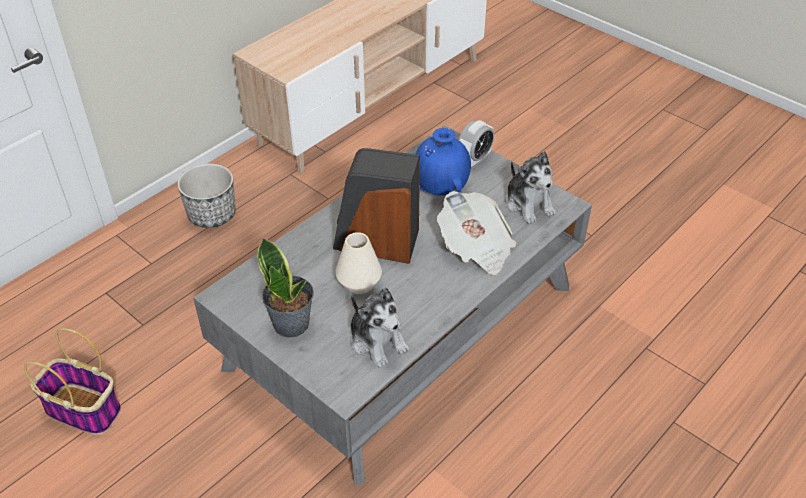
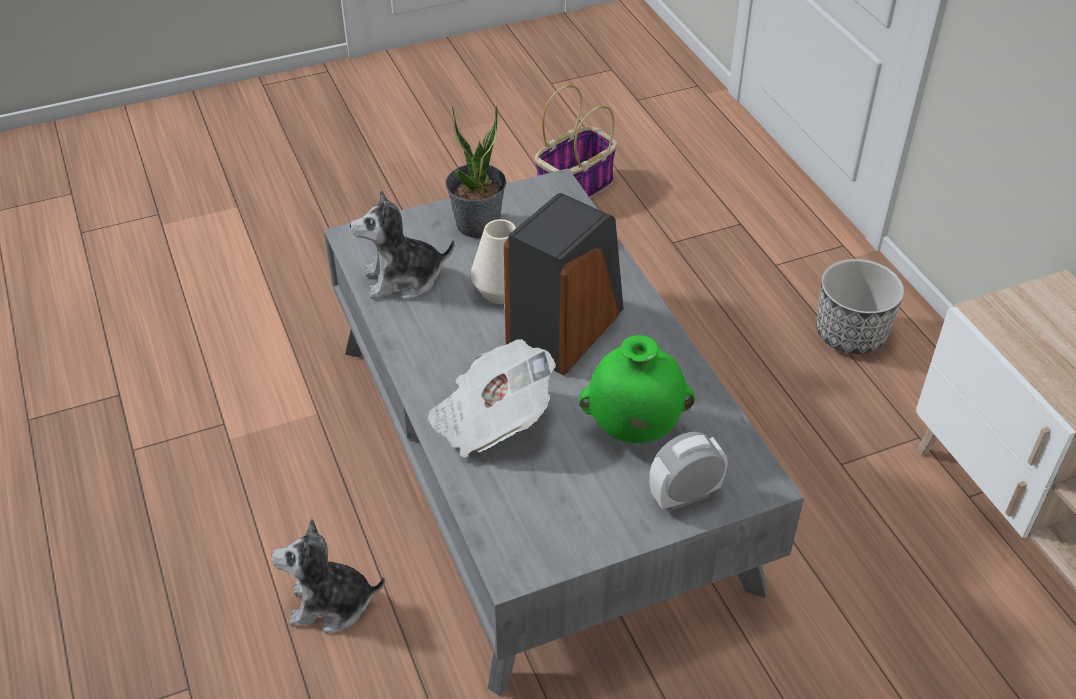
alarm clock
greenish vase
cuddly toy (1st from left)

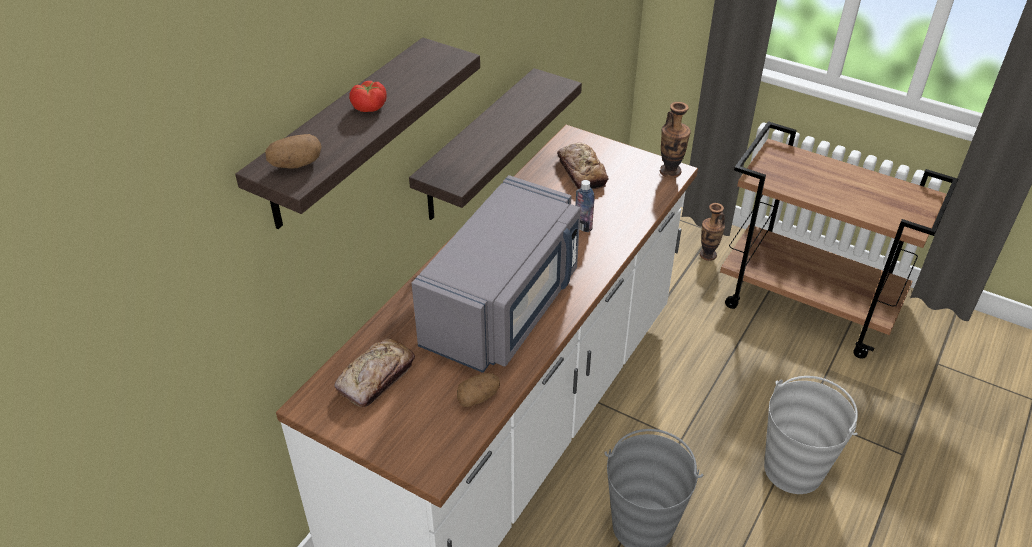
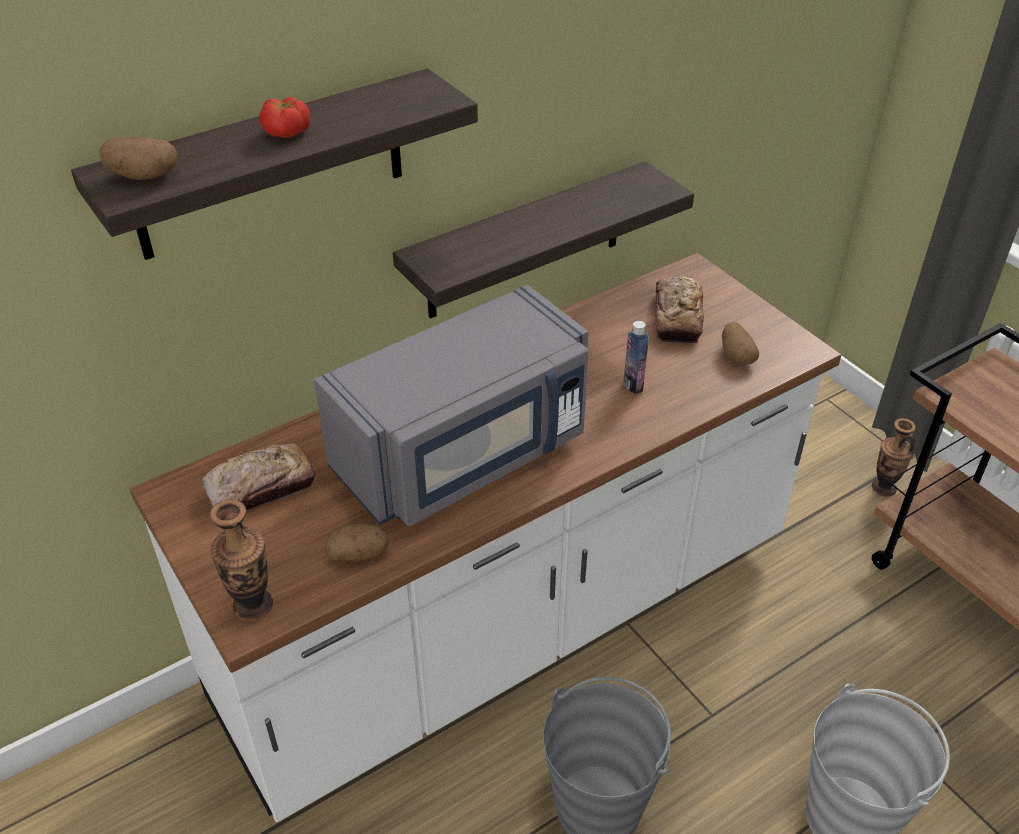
vase (1st from left)
spud (3rd from left)

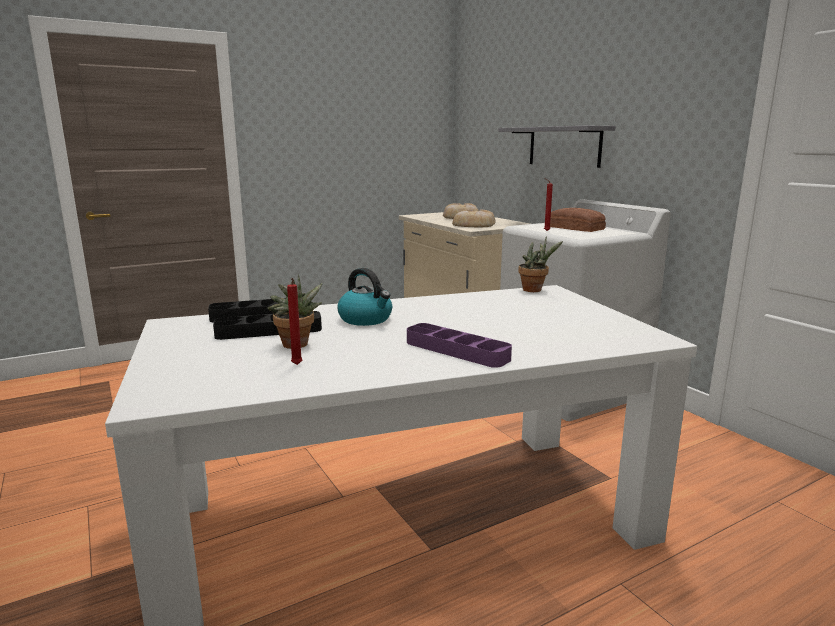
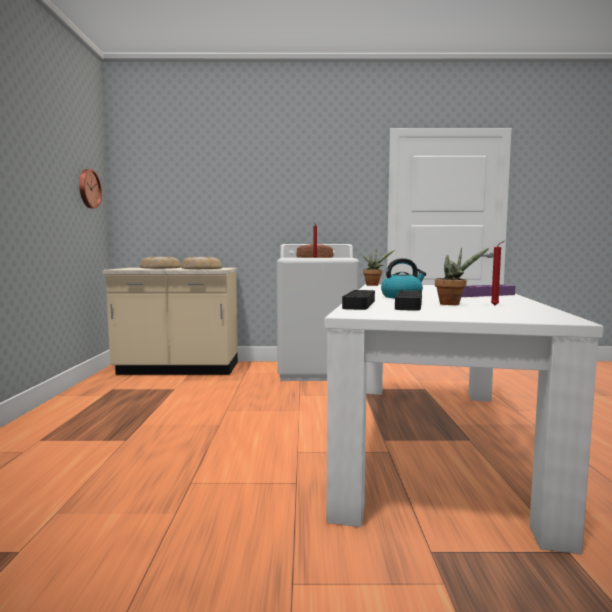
grey bracket shelf
wall clock

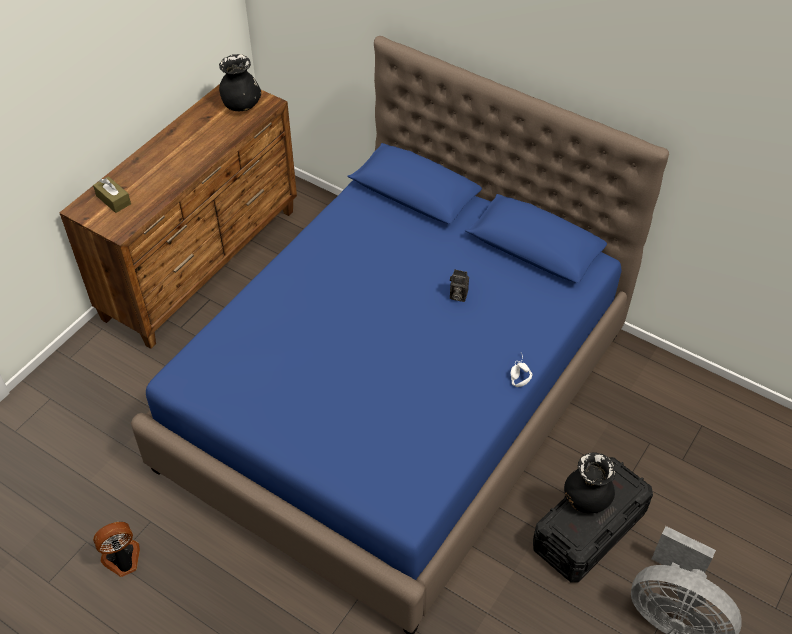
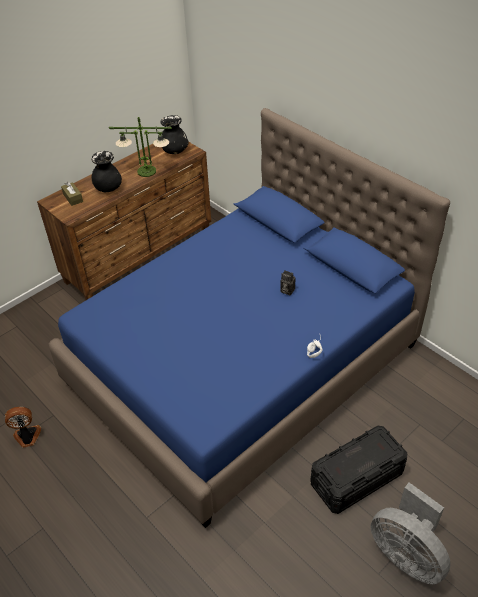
black vase (1st from left)
lamp for a table

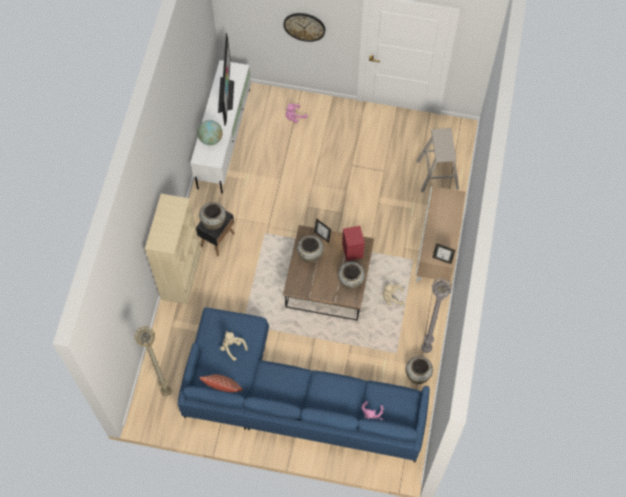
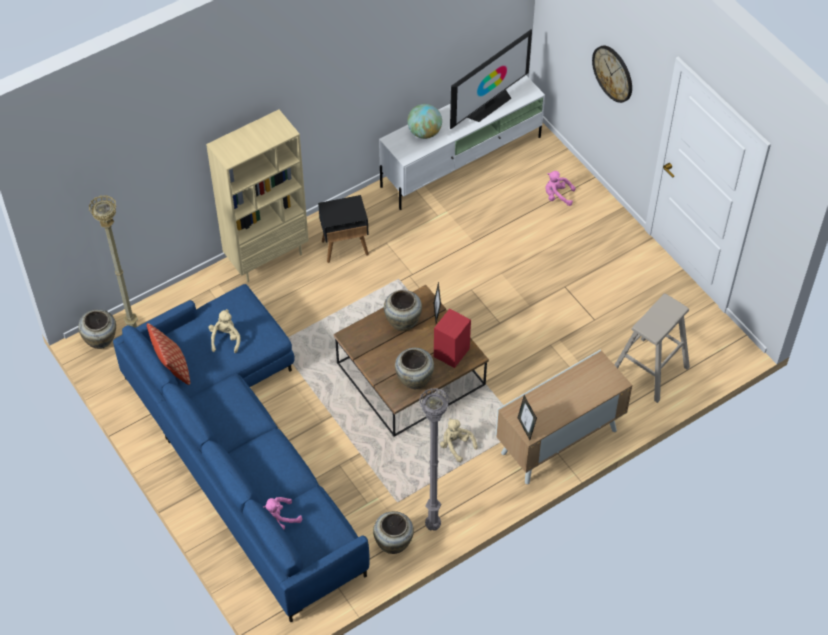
beige-coloured vase (1st from left)

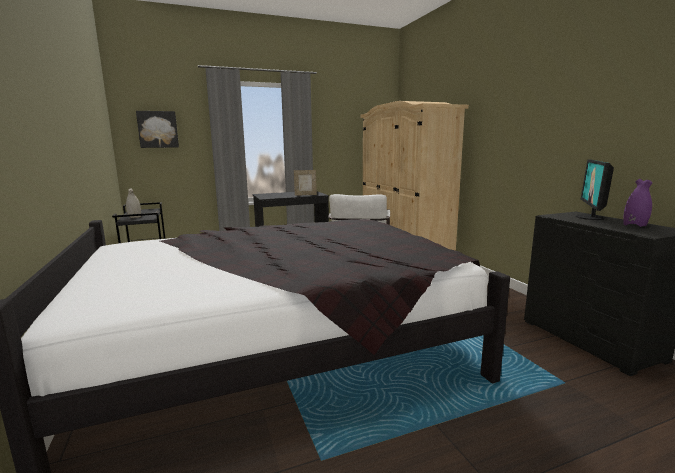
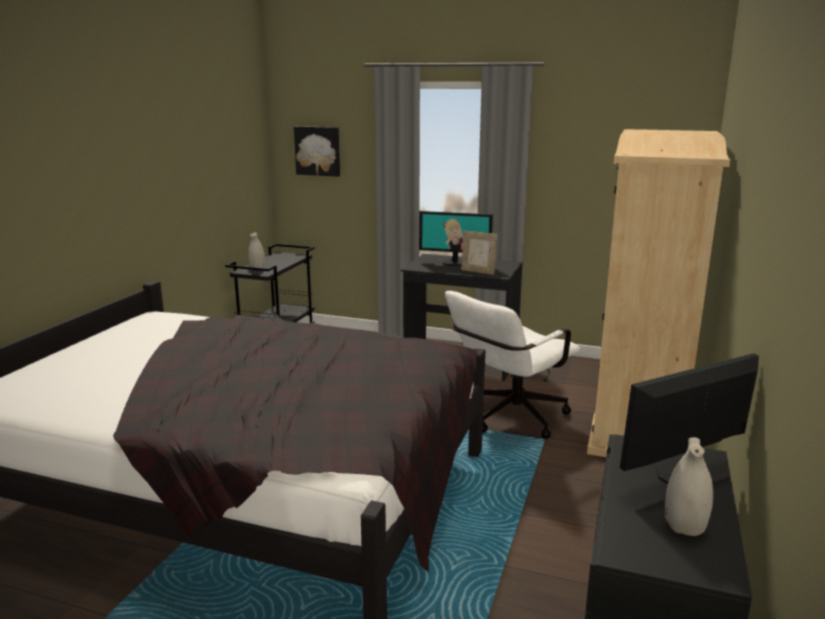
white vase (2nd from left)
computer screen (1st from left)

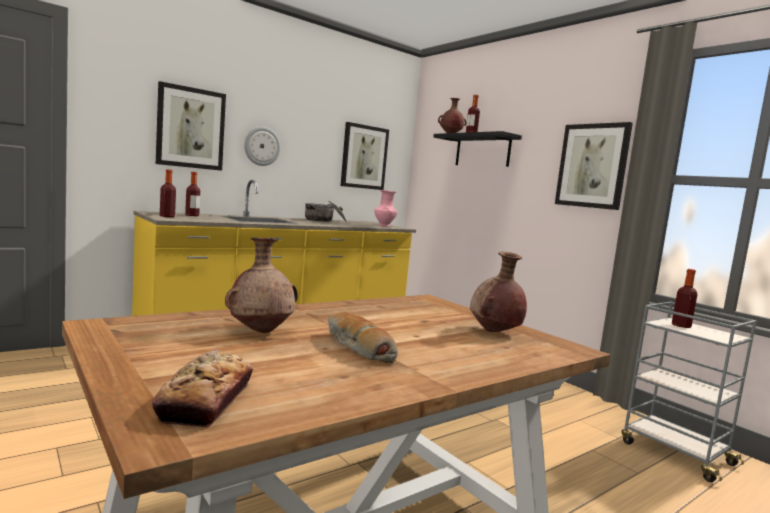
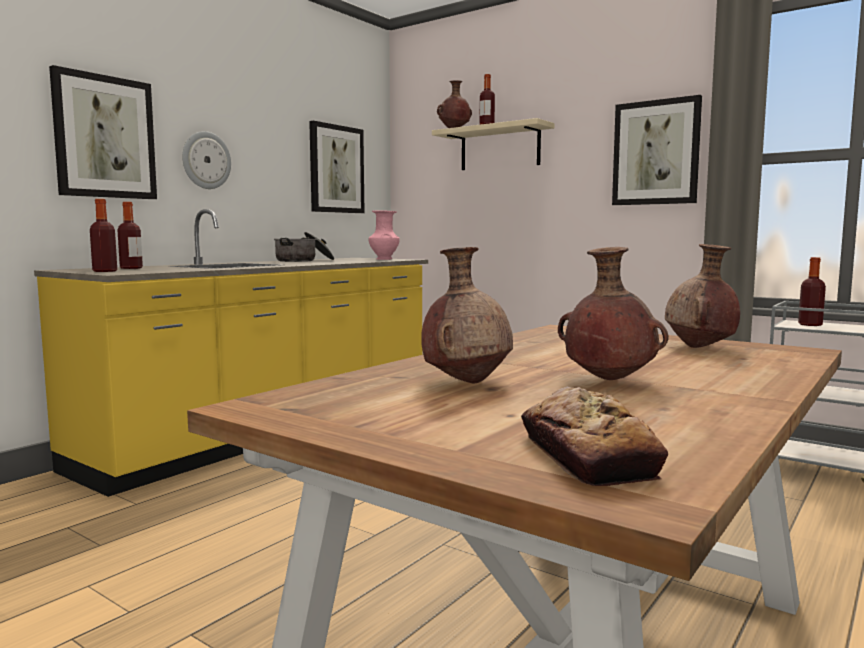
beige-coloured bracket shelf
brownish vase (3rd from left)

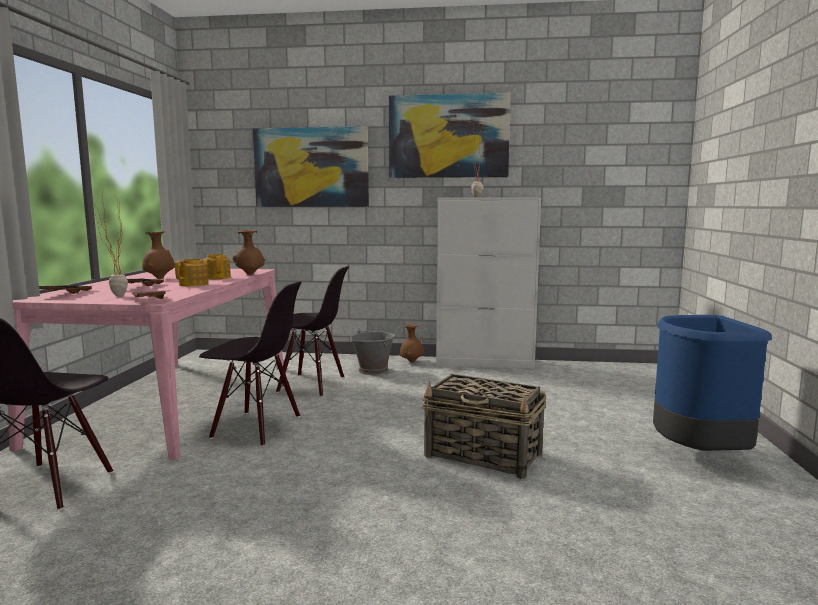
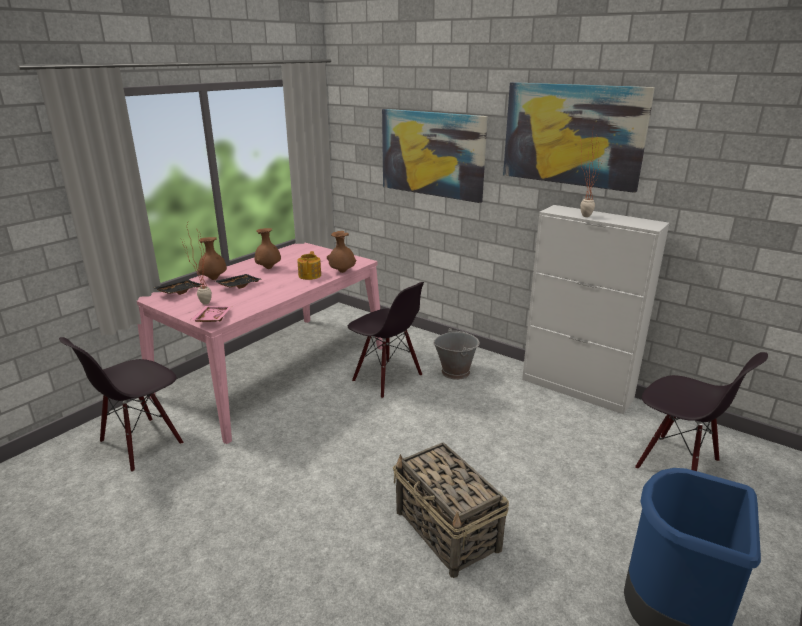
teapot (1st from left in the first image)
black plain chair (3rd from left)
brownish vase (1st from left)

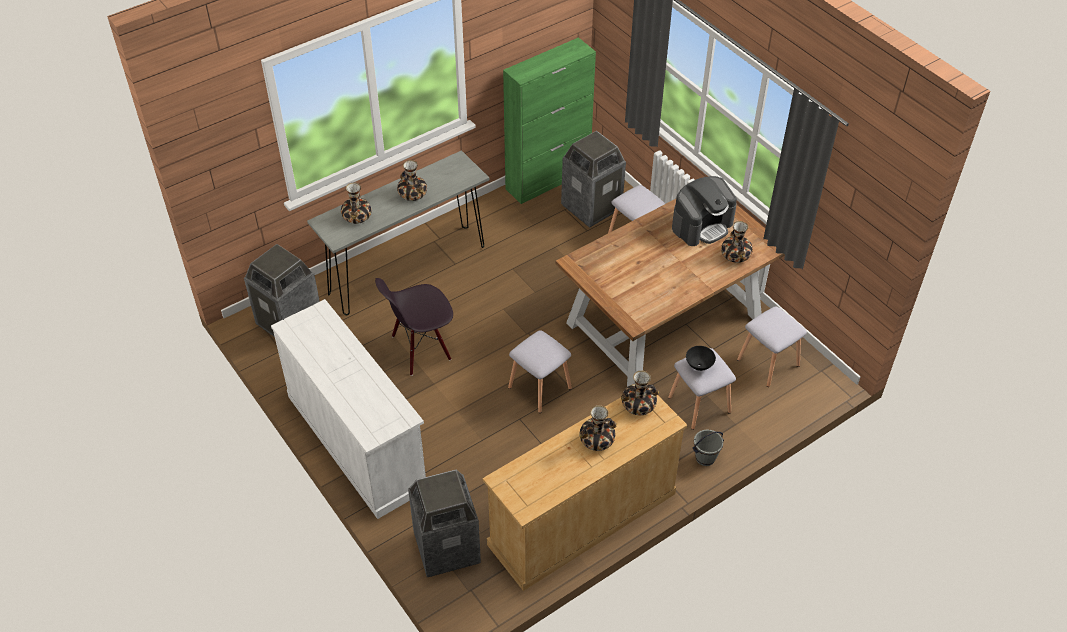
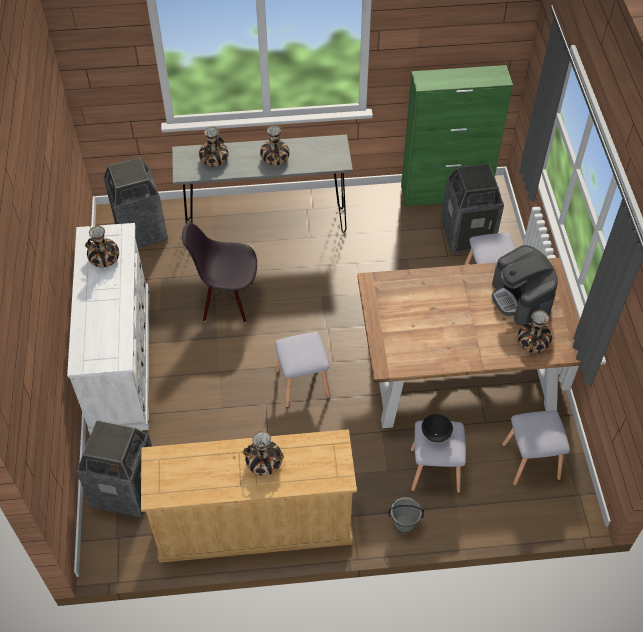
coffee maker
vase (1st from left)

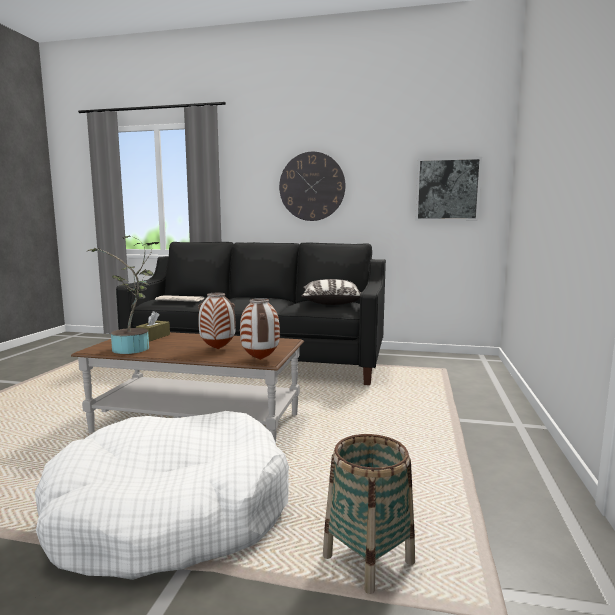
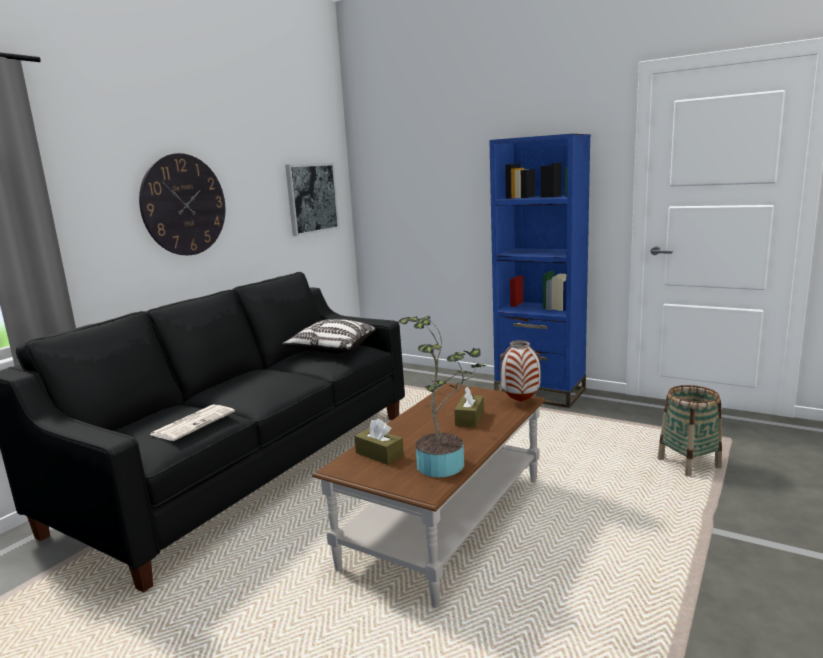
brownish tissue box (2nd from left)
white dog cushion
blue bookcase

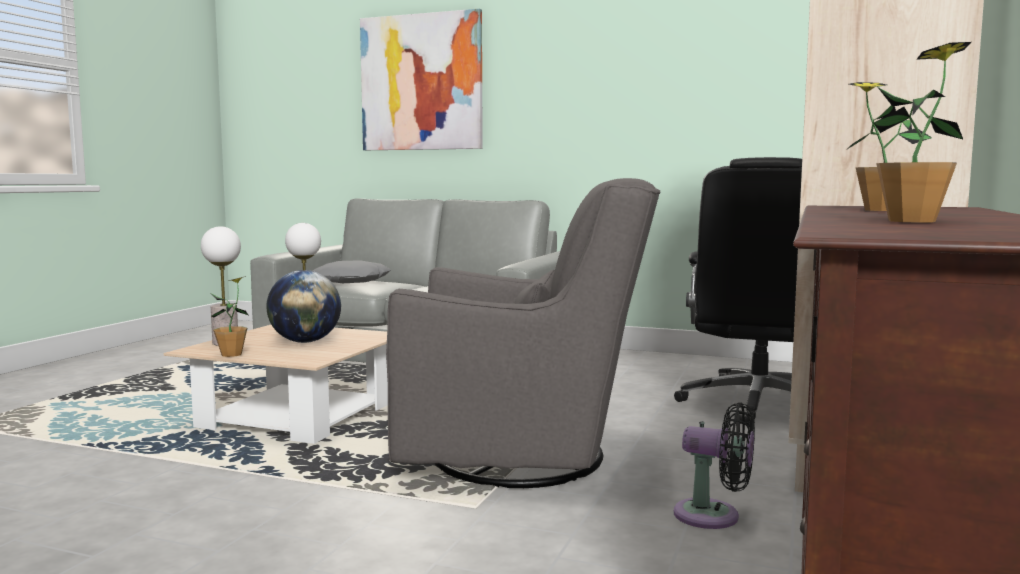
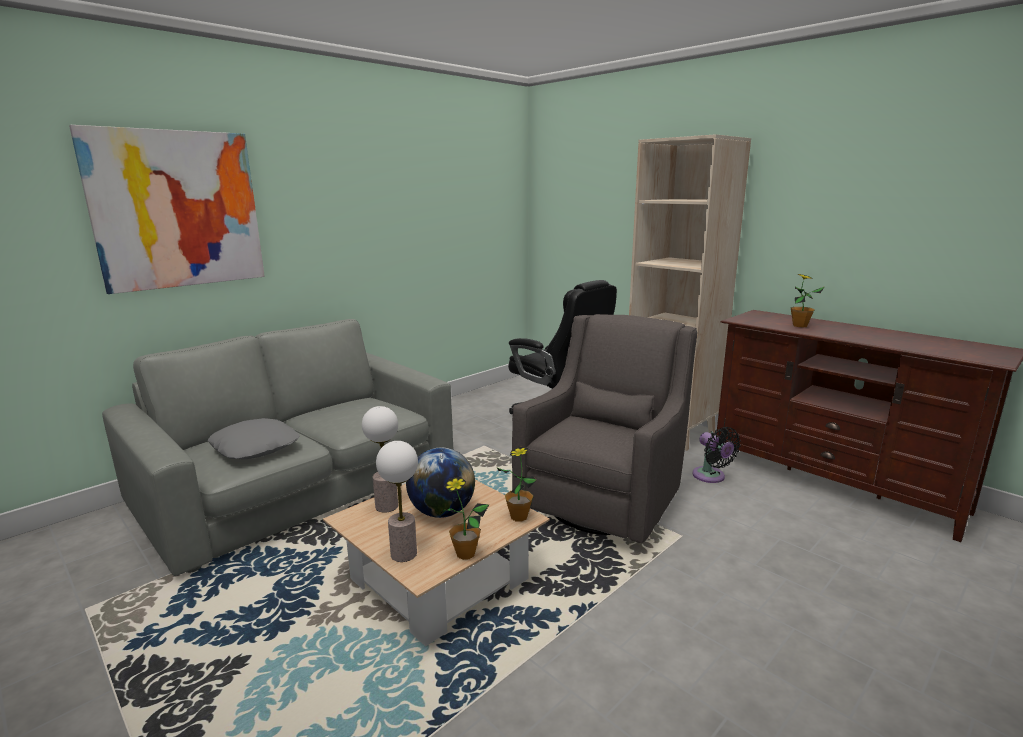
houseplant (2nd from left)
black fan

